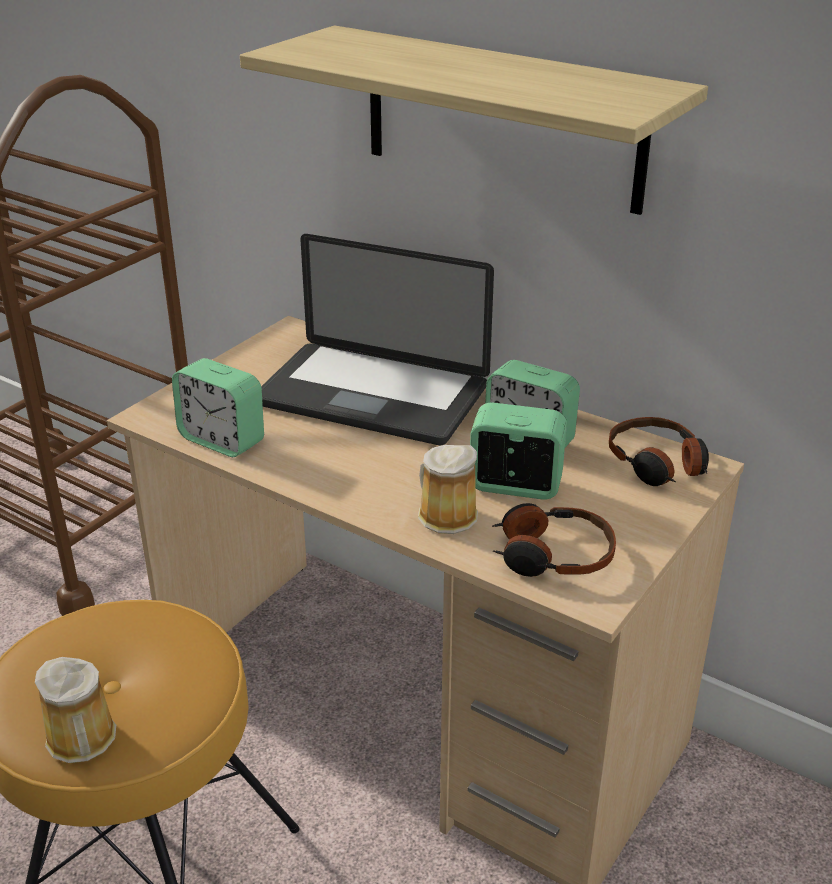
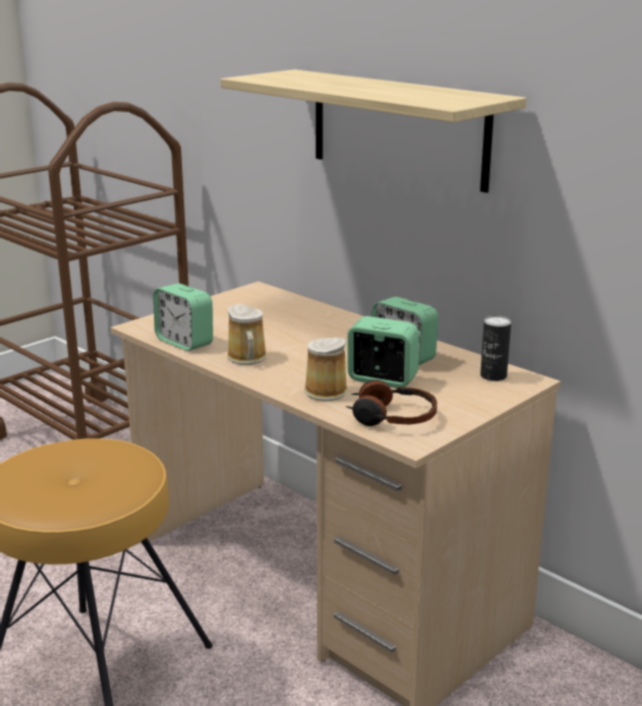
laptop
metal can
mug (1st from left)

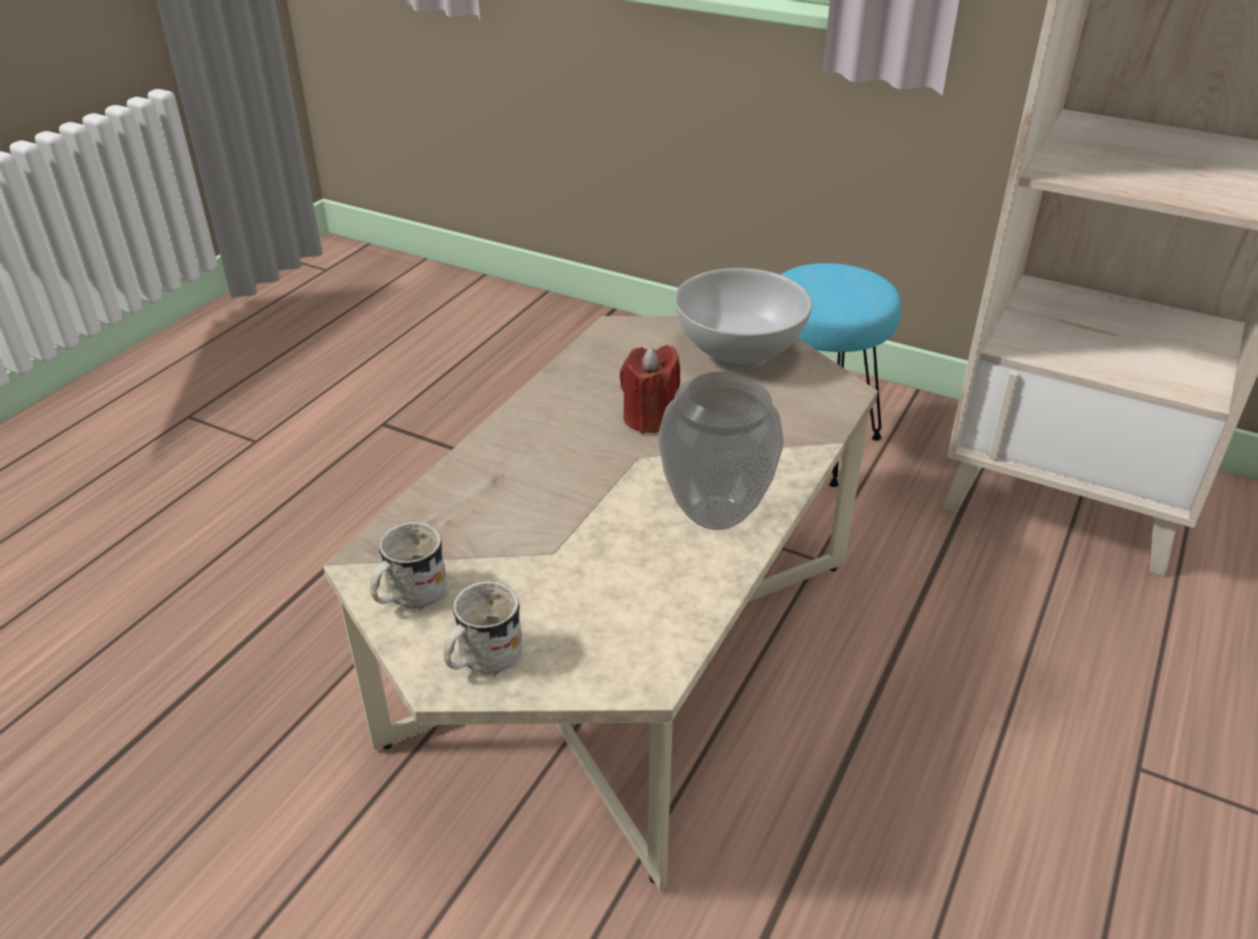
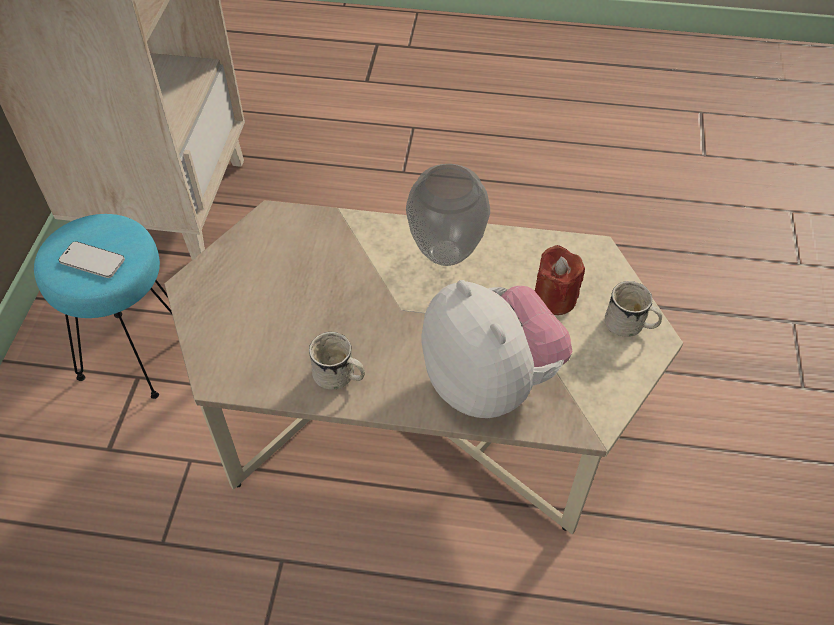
white serving bowl
reddish wax light
white mug (1st from left)
handset
cuddly toy

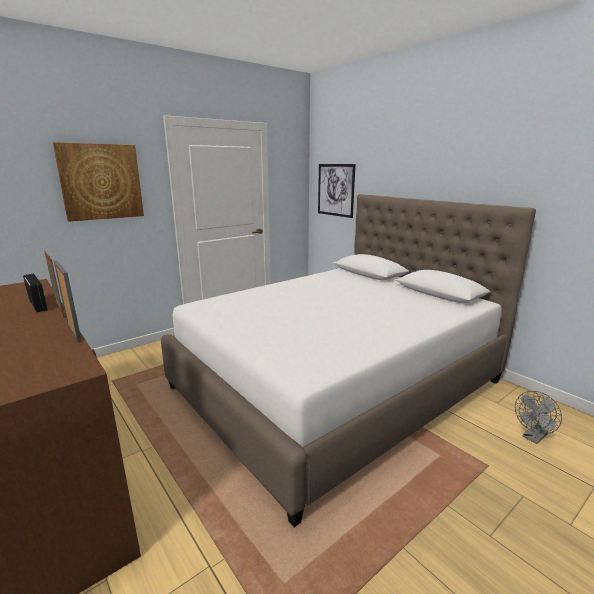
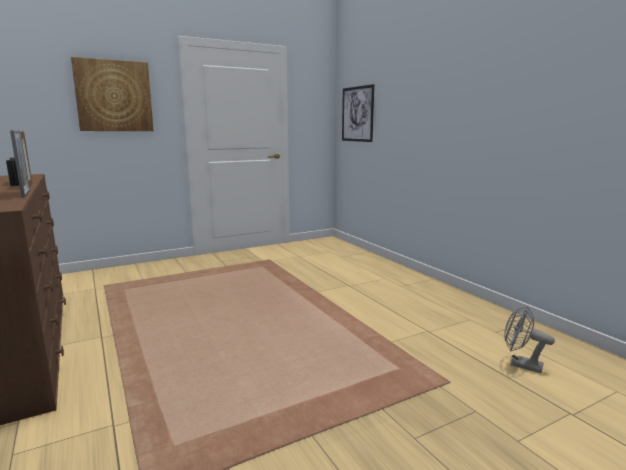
white bedroom bed
grey fan

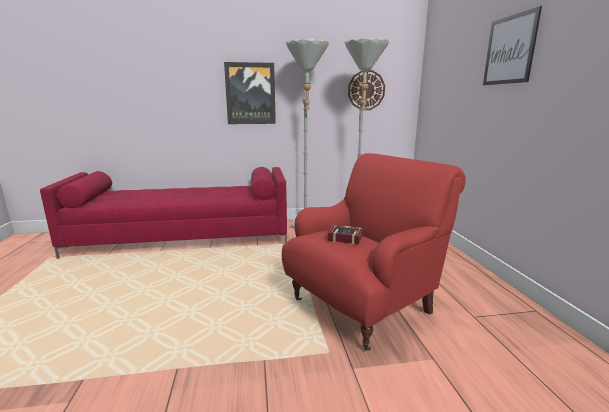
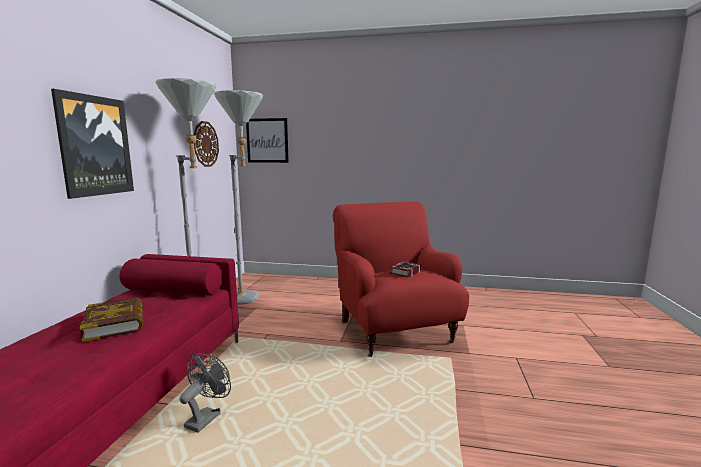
picture (2nd from left)
bound book (1st from left)
grey fan

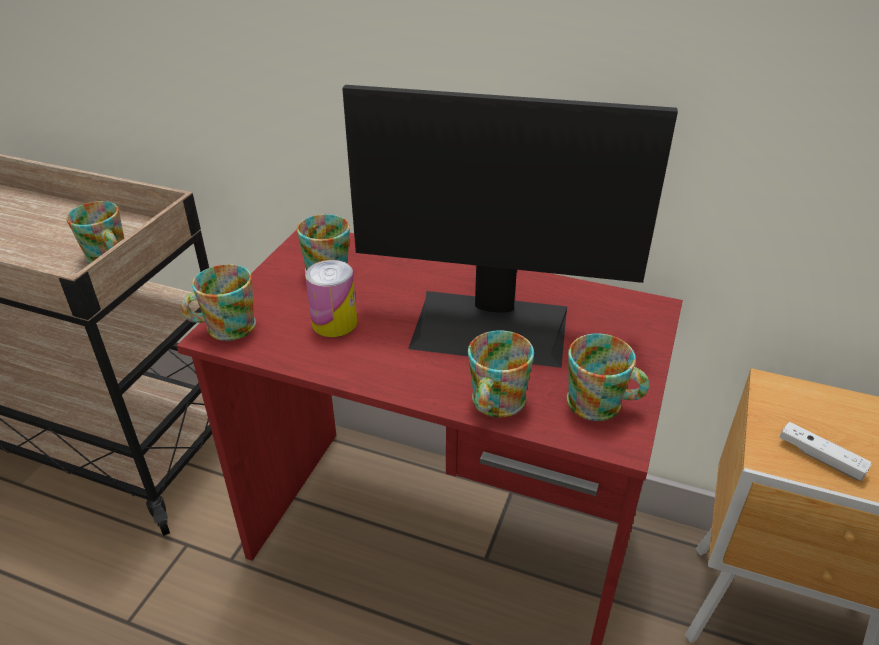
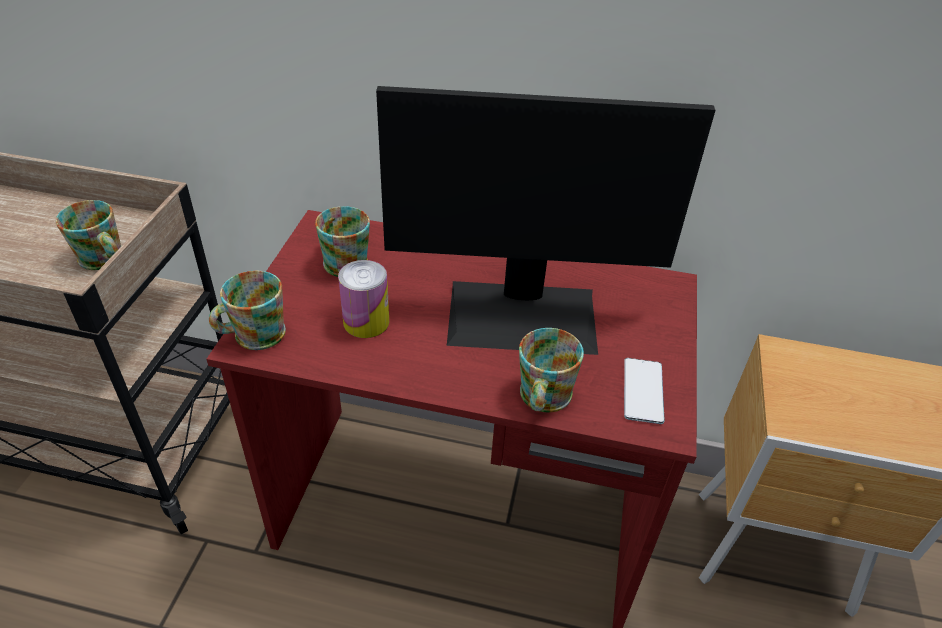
handset
white game controller

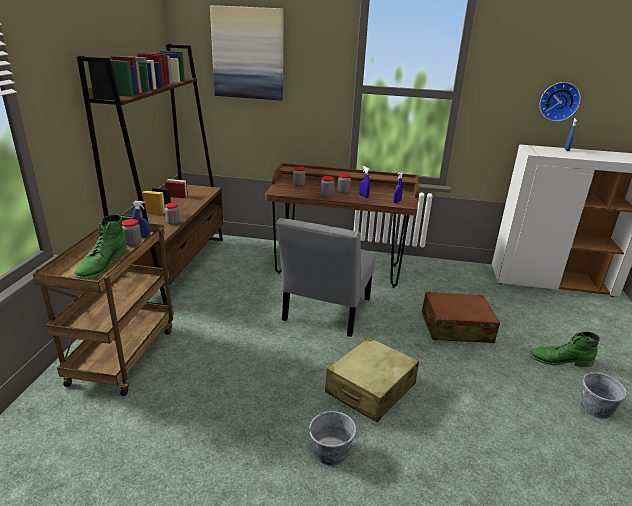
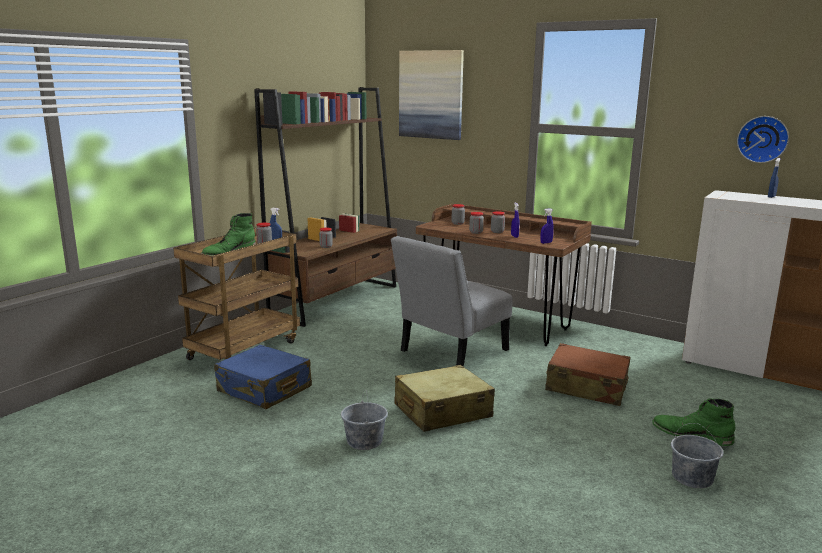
blue suitcase

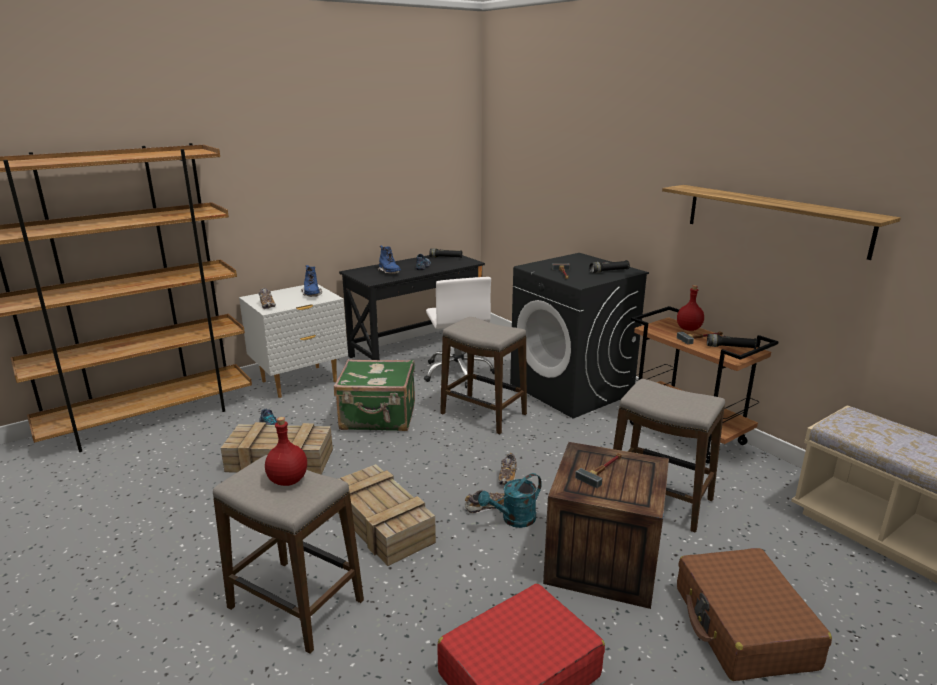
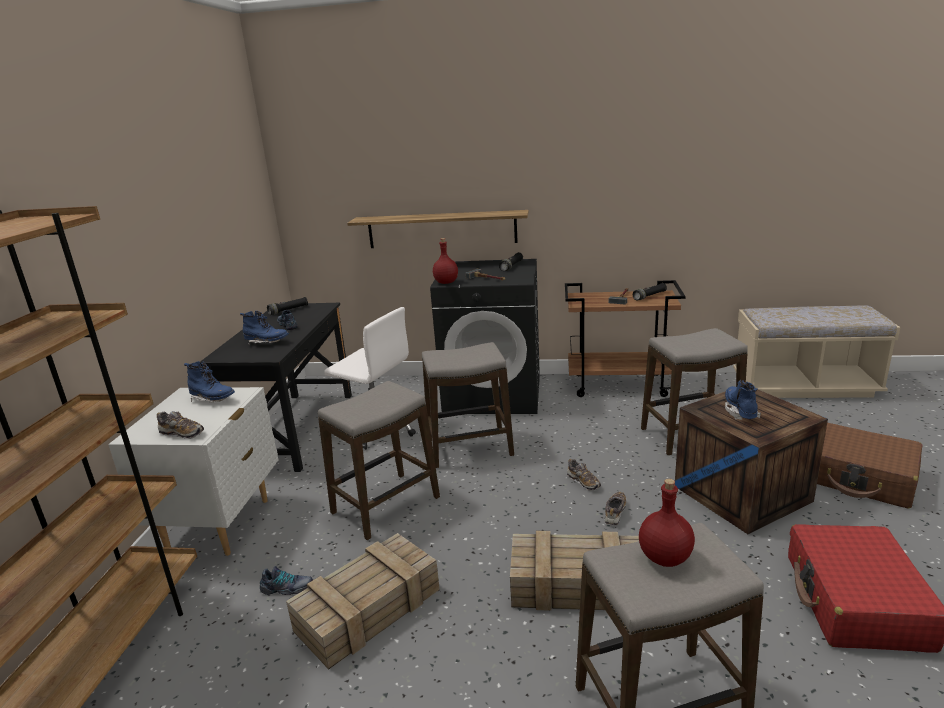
bracket shelf
reddish beverage bottle (1st from left)
stool (1st from left)
blue high-top boot (3rd from left)
turquoise sprinkling can

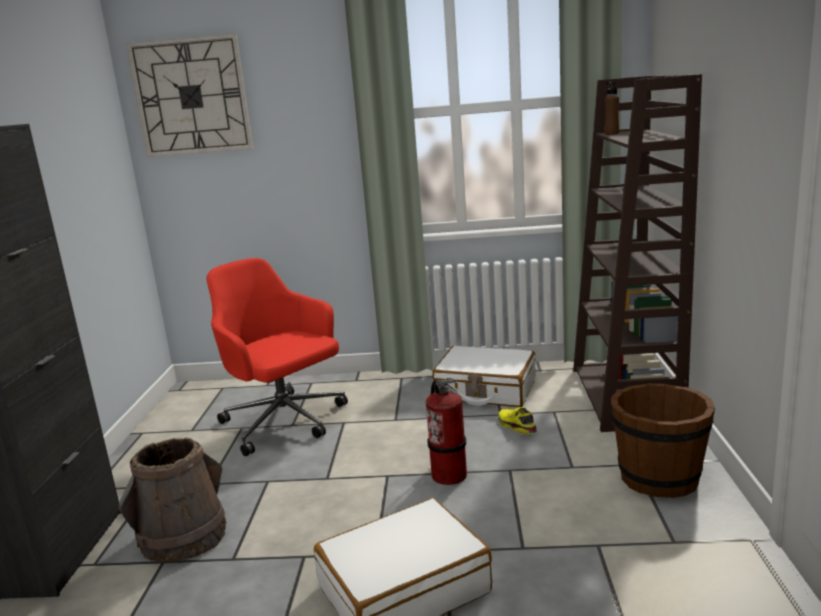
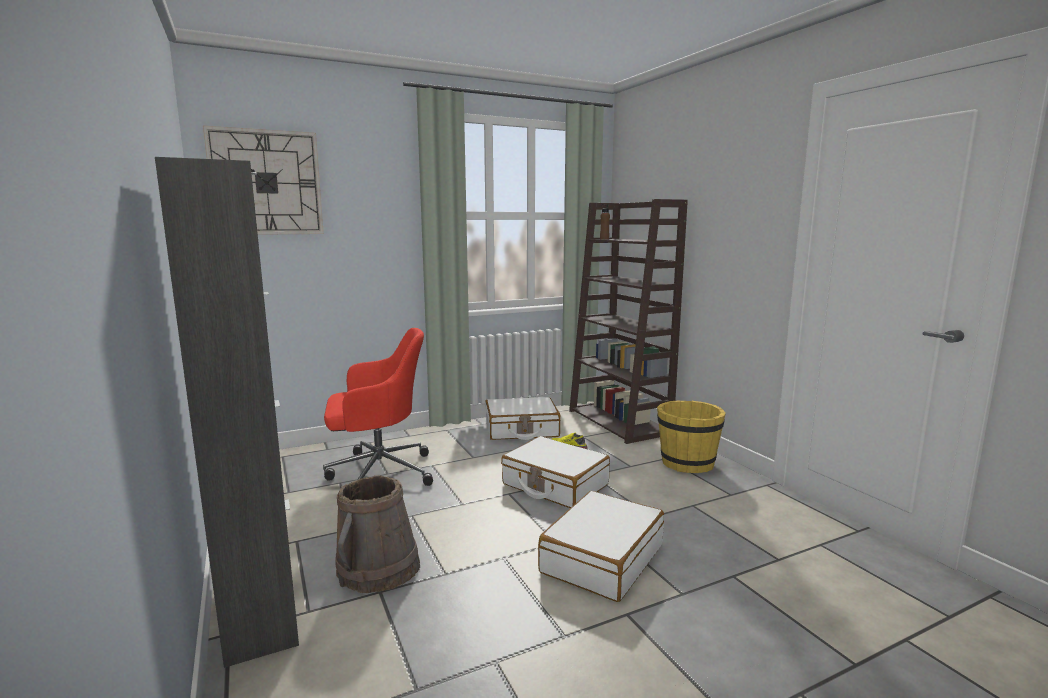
reddish computer chair
white suitcase (2nd from left)
yellowish bucket

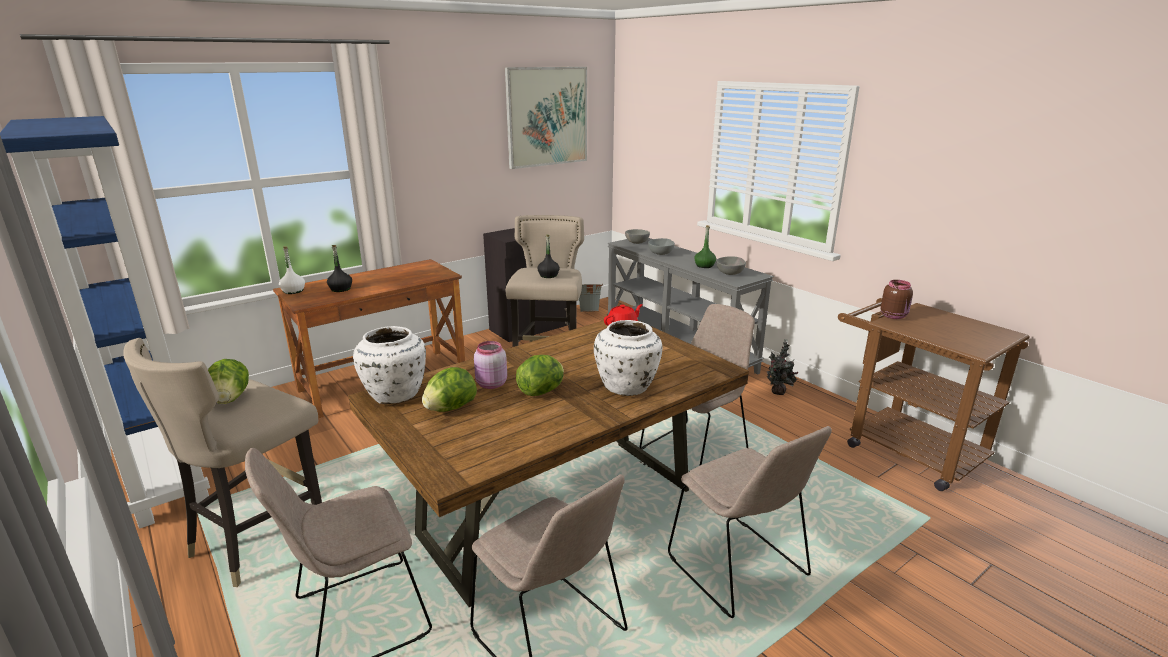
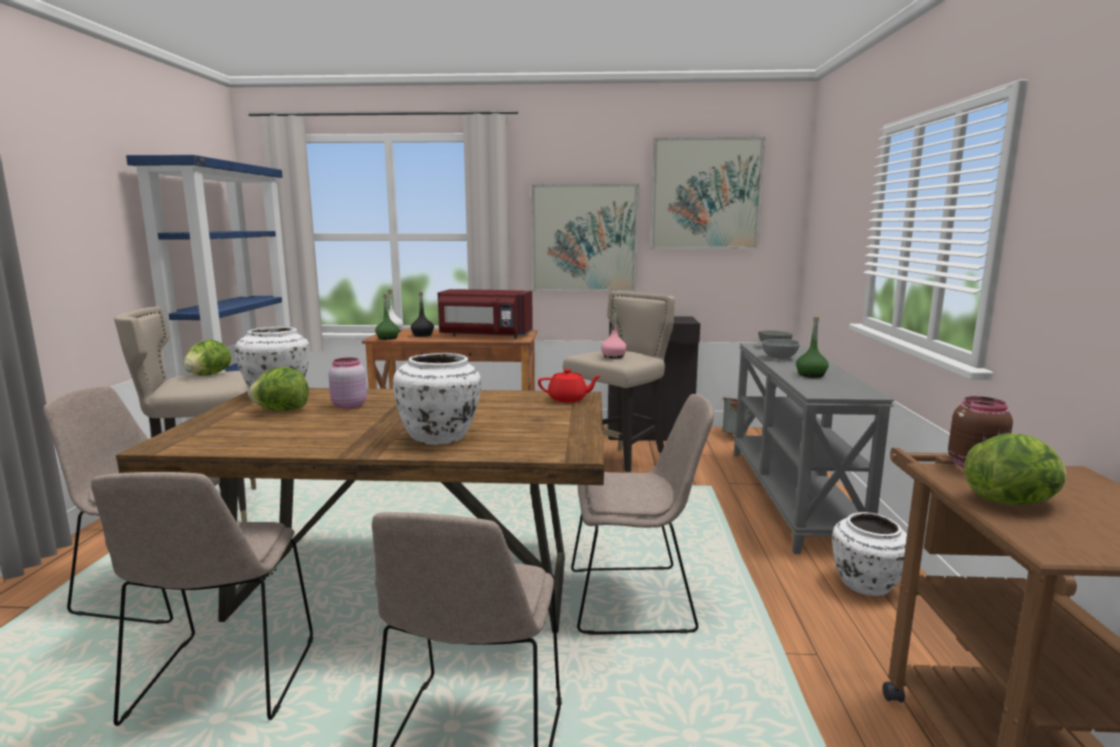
pink-coloured beverage bottle
grey serving bowl (3rd from left in the first image)
white vase (3rd from left)
lettuce (3rd from left)
picture (1st from left)
reddish microwave oven
greenish beverage bottle (1st from left)

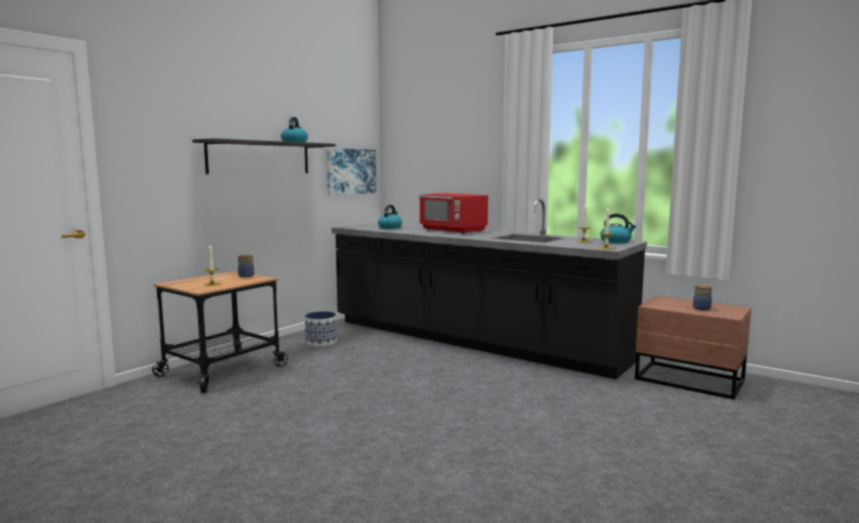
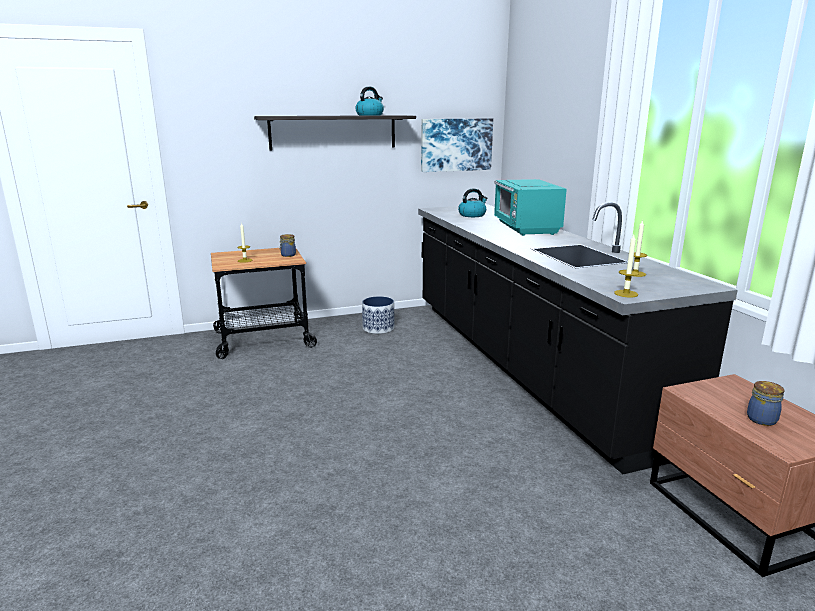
turquoise microwave oven
tea kettle (3rd from left in the first image)

